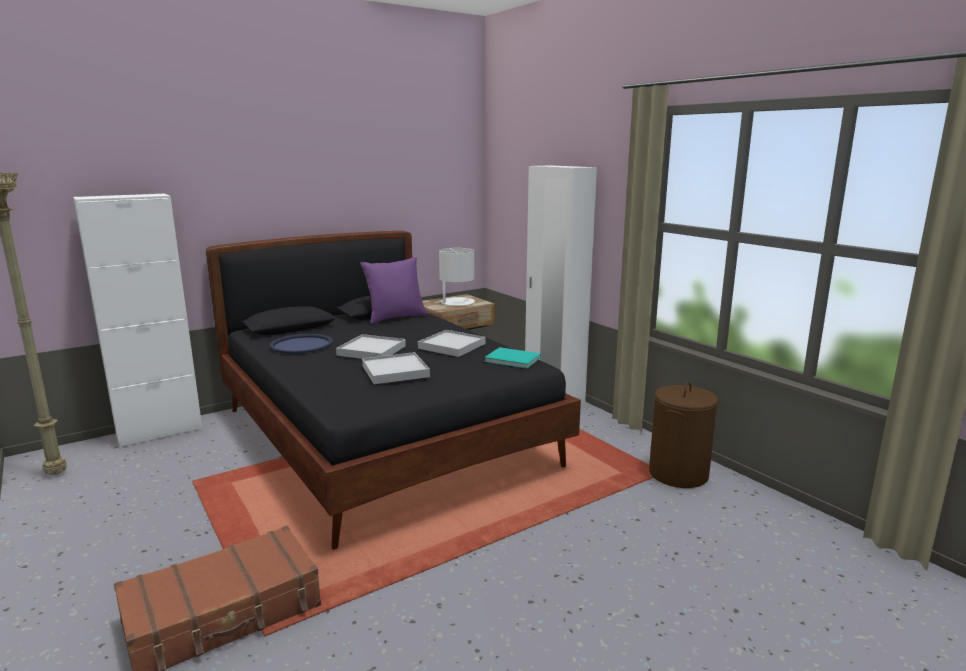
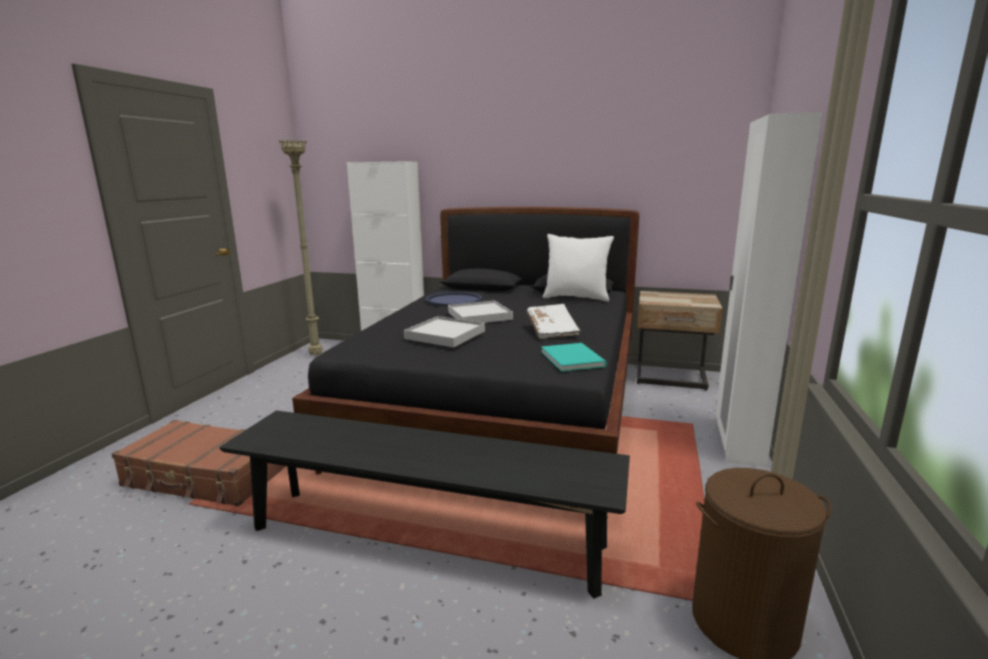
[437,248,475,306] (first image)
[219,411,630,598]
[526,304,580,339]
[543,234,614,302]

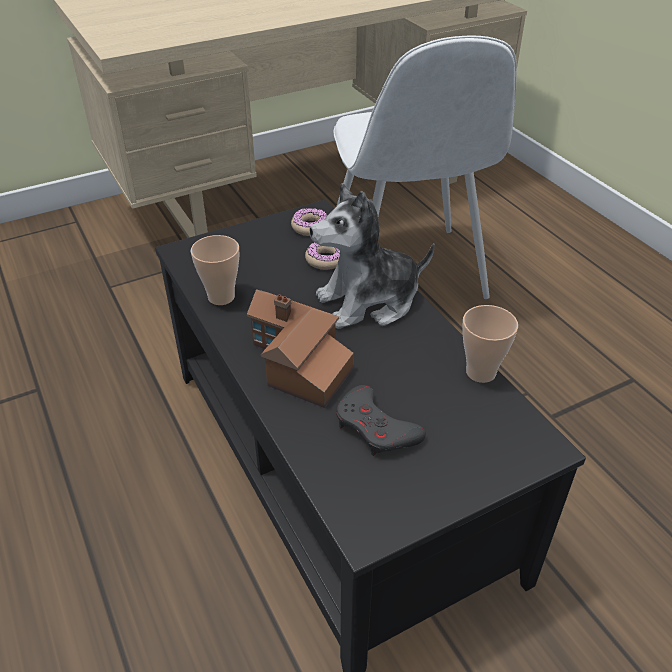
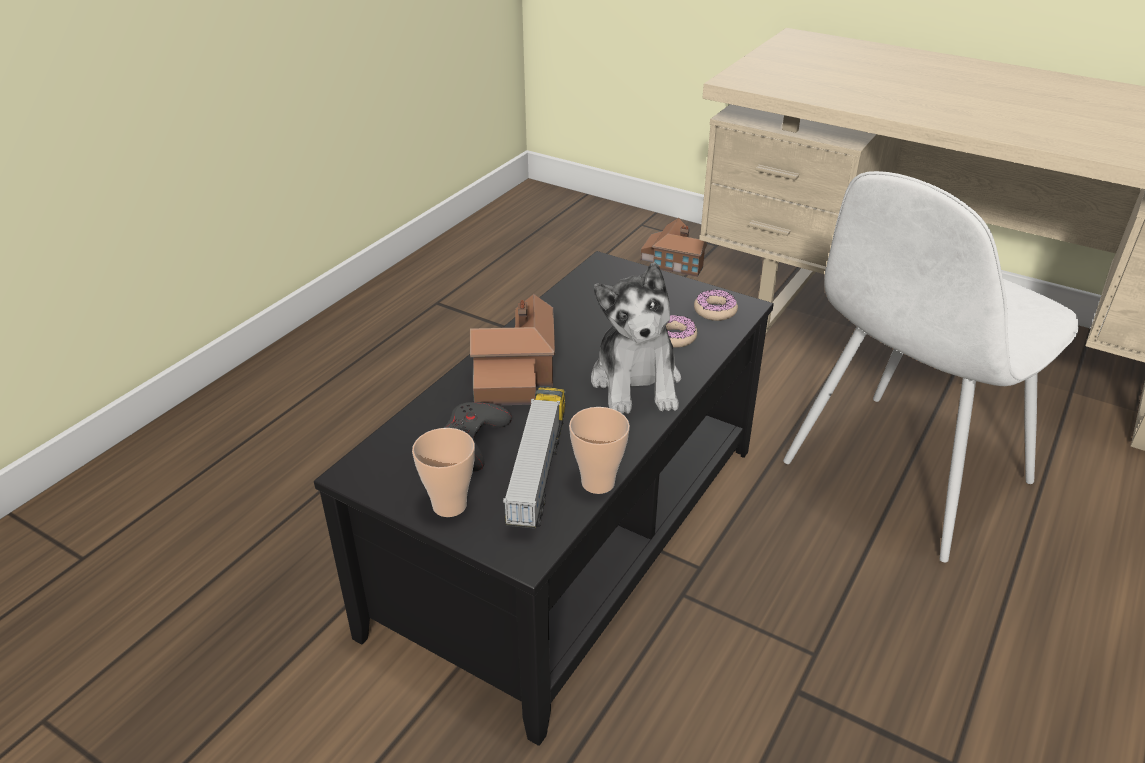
[503,387,565,529]
[640,218,707,277]
[412,428,475,517]
[591,262,681,414]

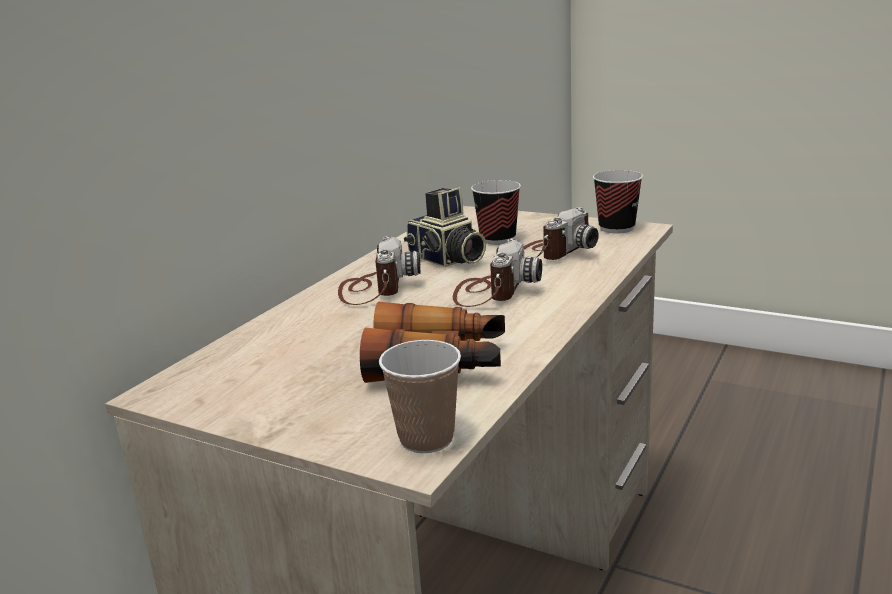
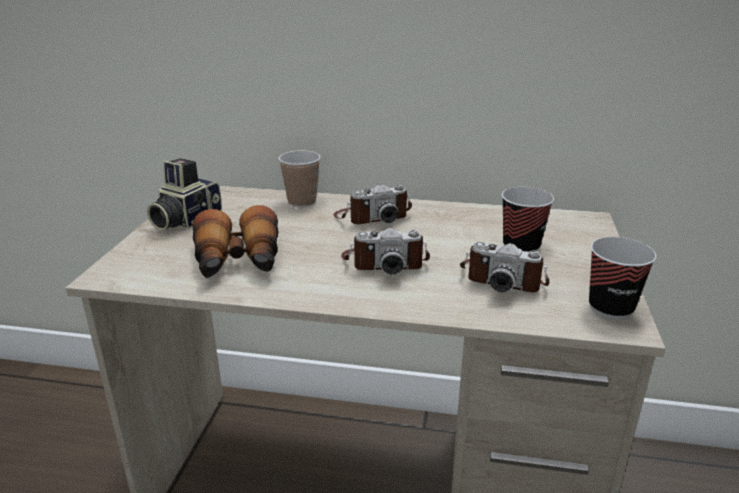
[279,150,321,207]
[147,158,222,230]

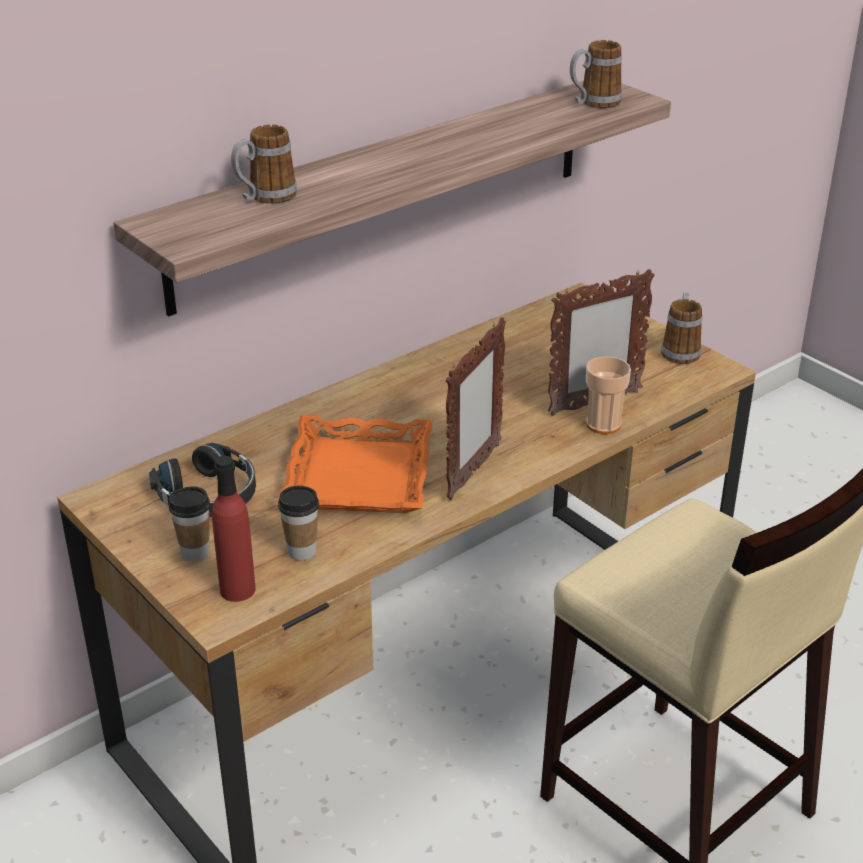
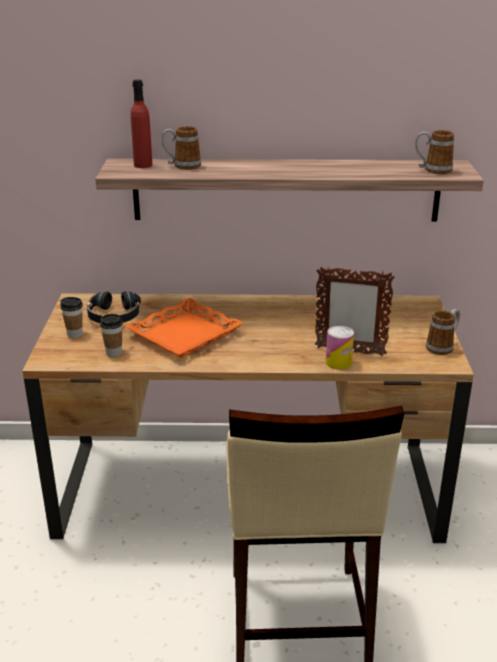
[446,317,506,500] (first image)
[131,80,152,168]
[326,326,354,369]

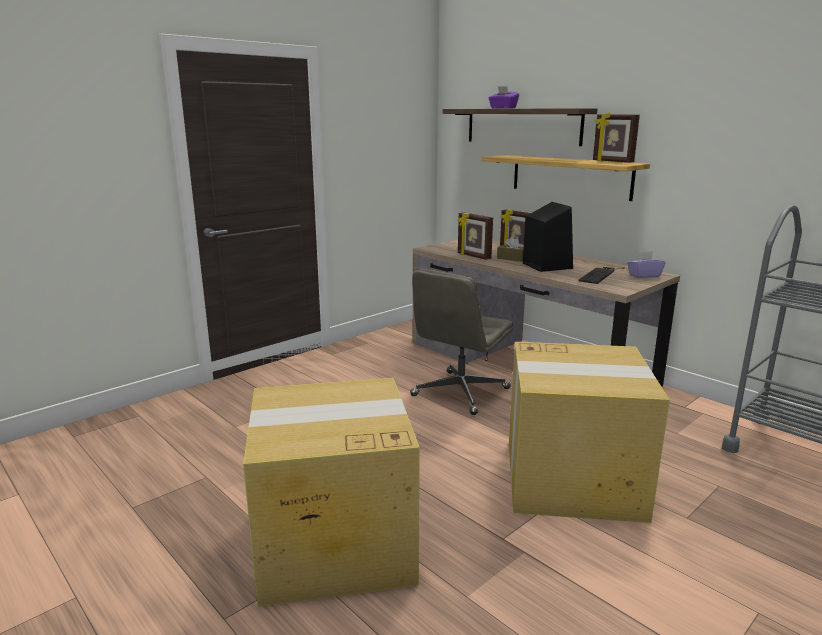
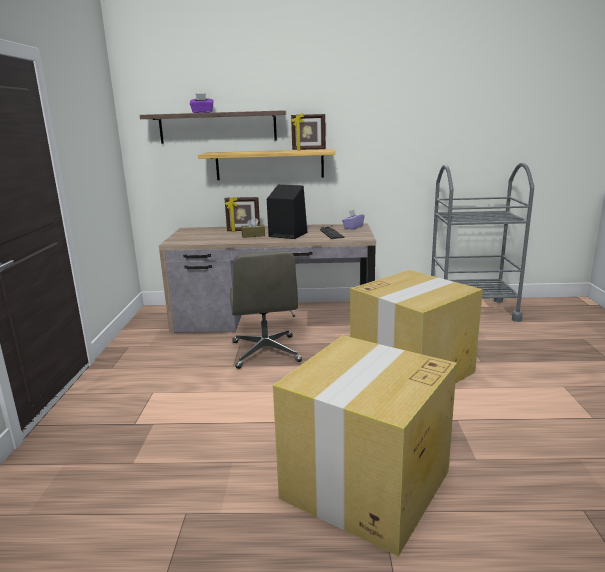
[458,213,493,260] (first image)

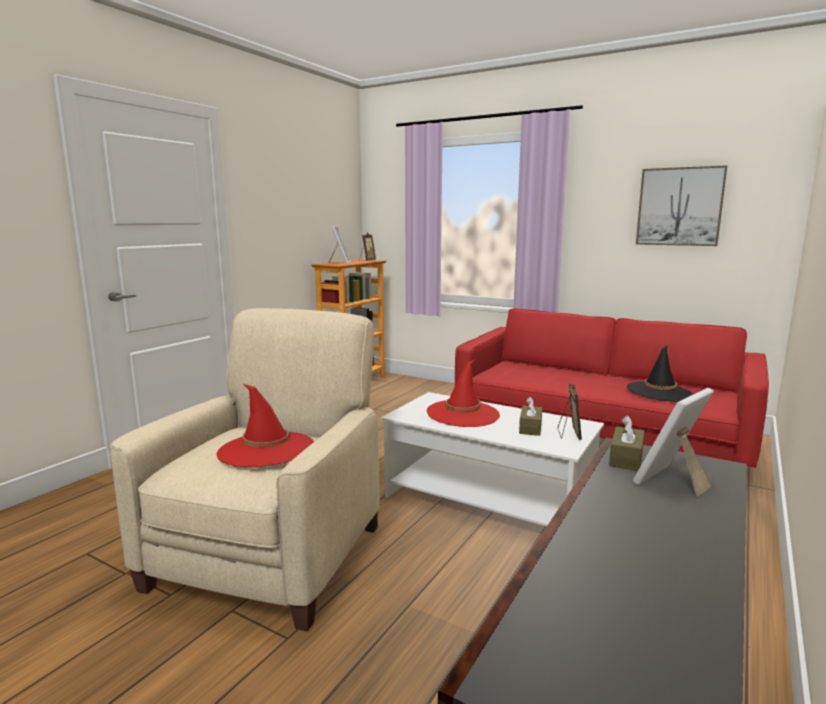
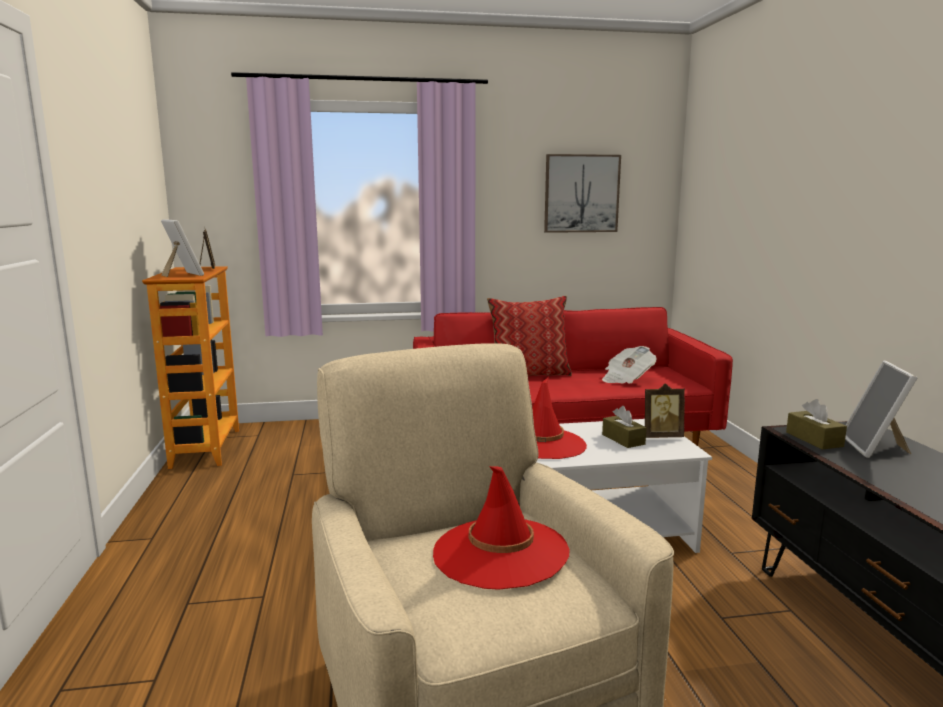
[487,295,572,376]
[602,346,657,384]
[645,383,685,438]

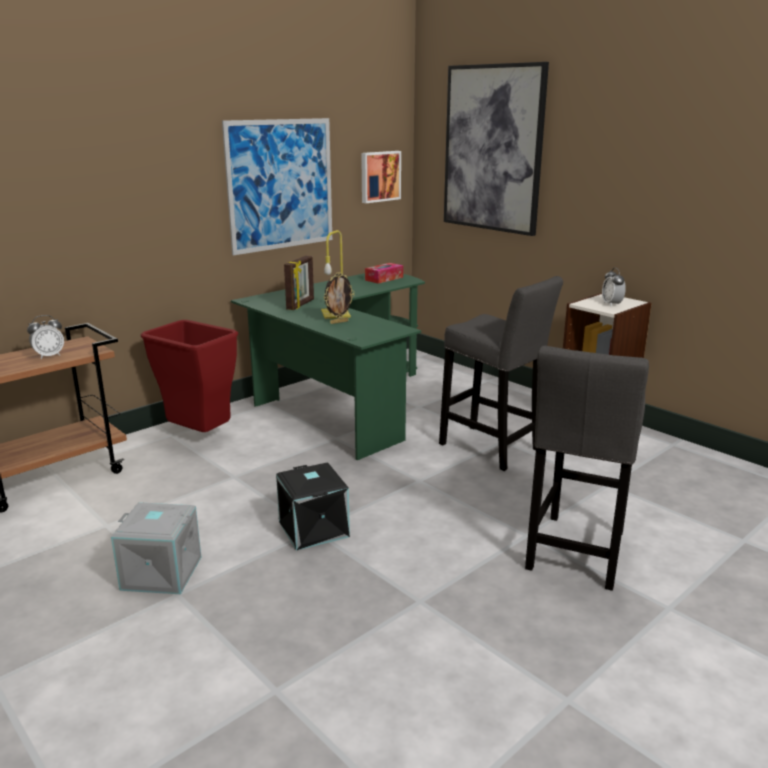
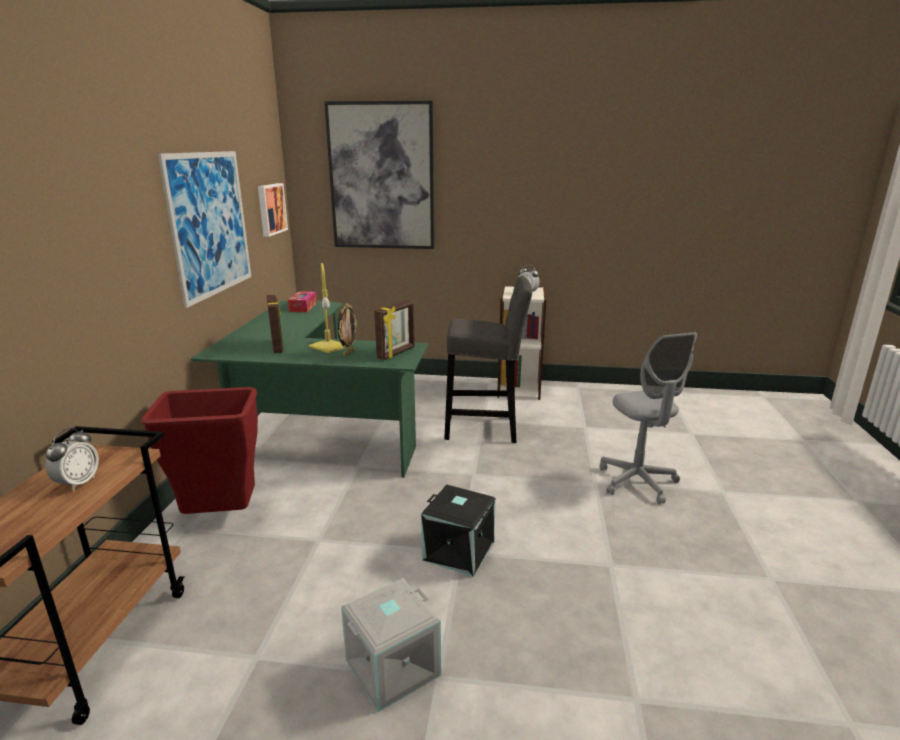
[374,300,415,360]
[600,332,697,504]

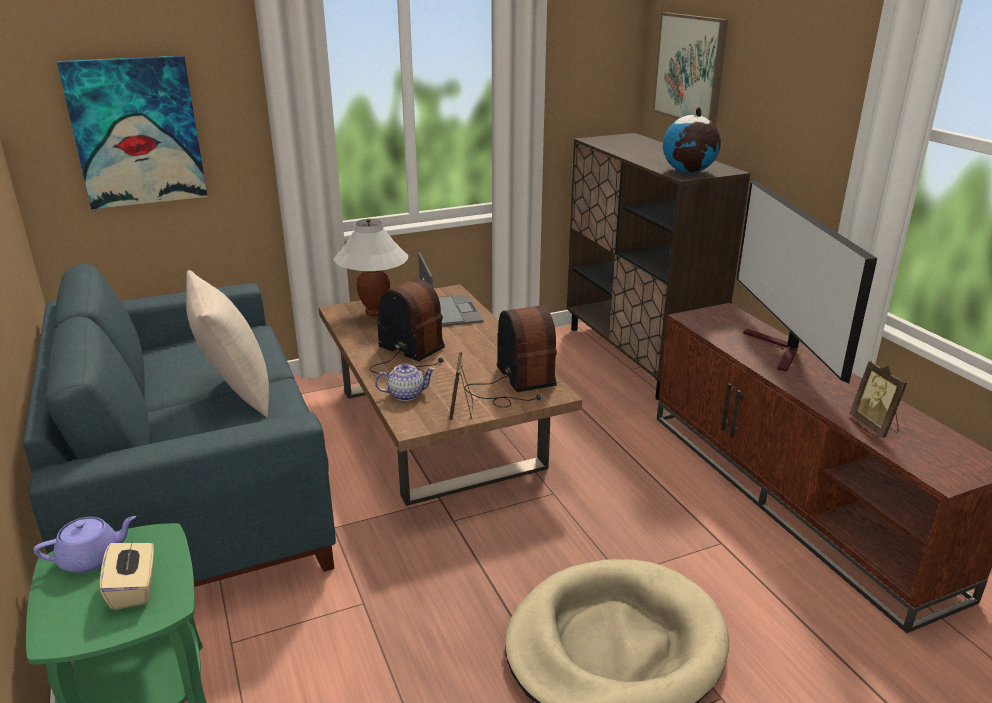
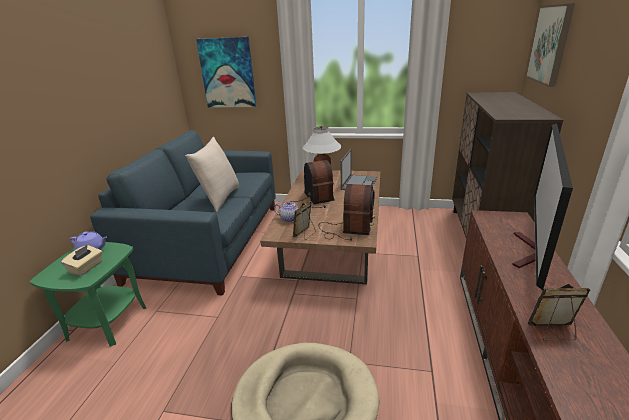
[663,107,721,173] (first image)
[528,284,590,341]

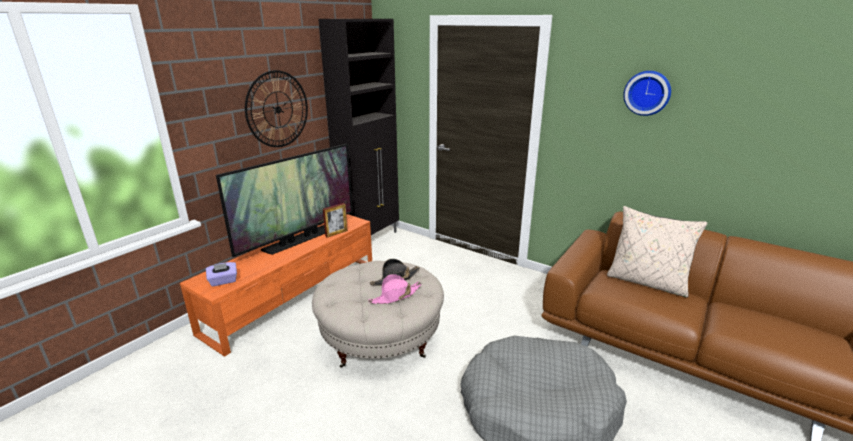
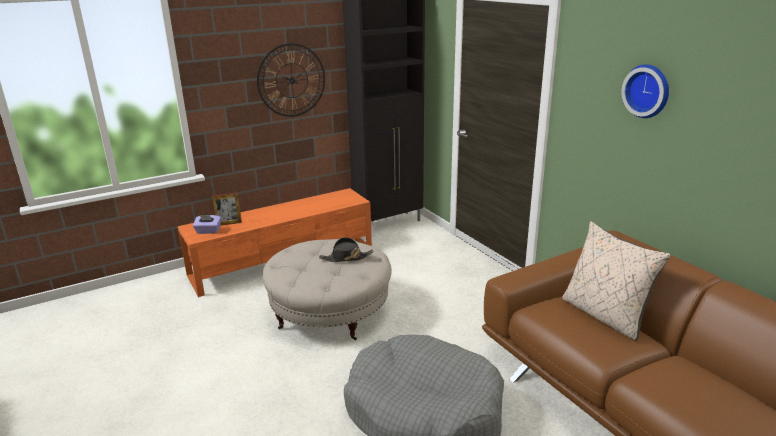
[216,144,353,257] (first image)
[368,274,422,304] (first image)
[212,192,242,226]

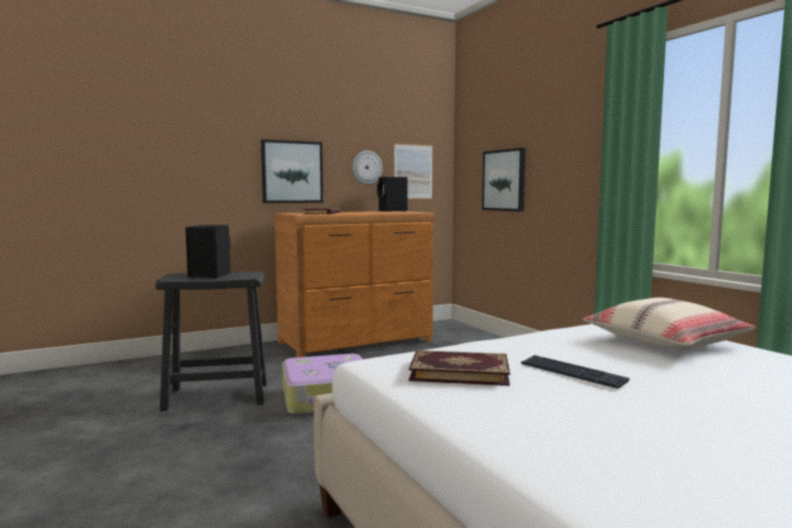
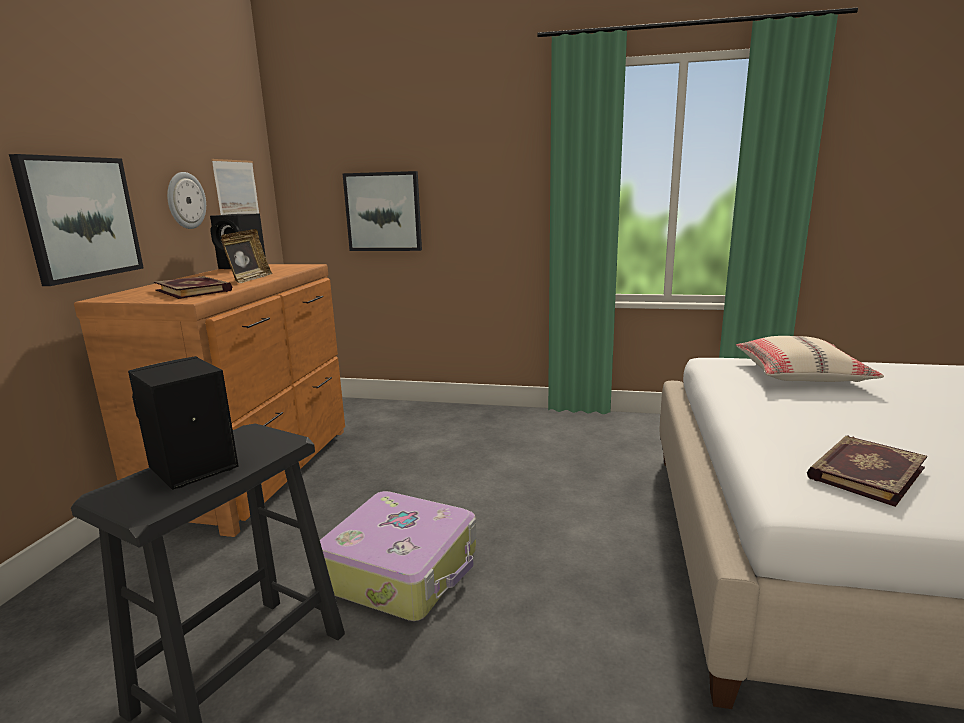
[521,355,629,389] (first image)
[221,229,272,283]

